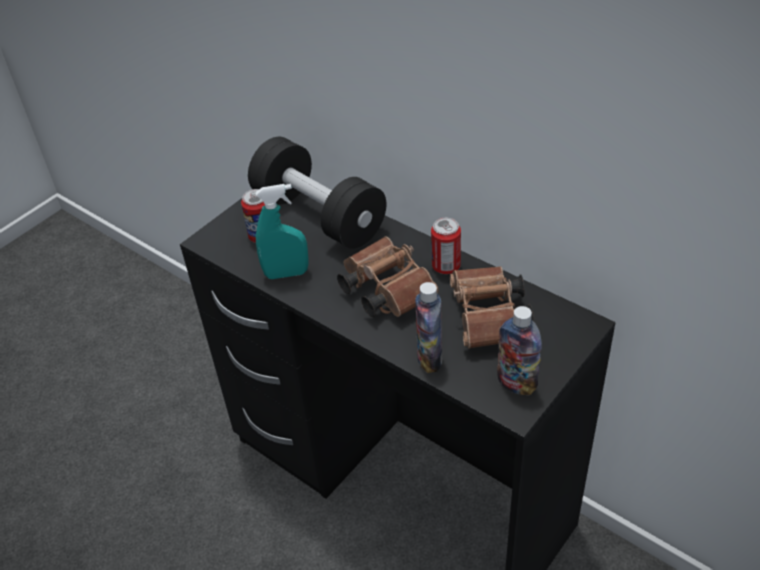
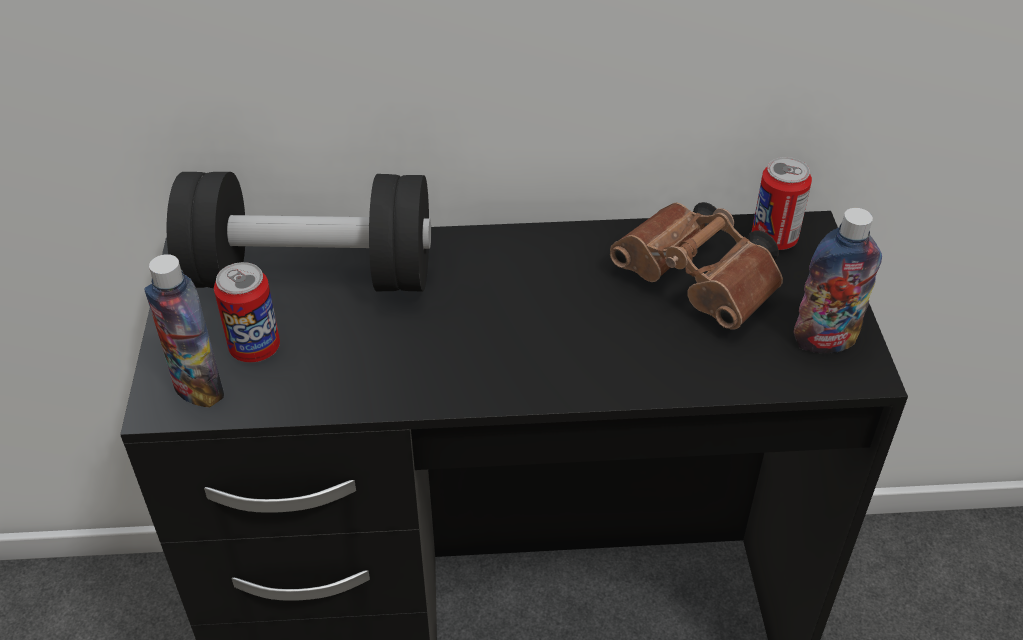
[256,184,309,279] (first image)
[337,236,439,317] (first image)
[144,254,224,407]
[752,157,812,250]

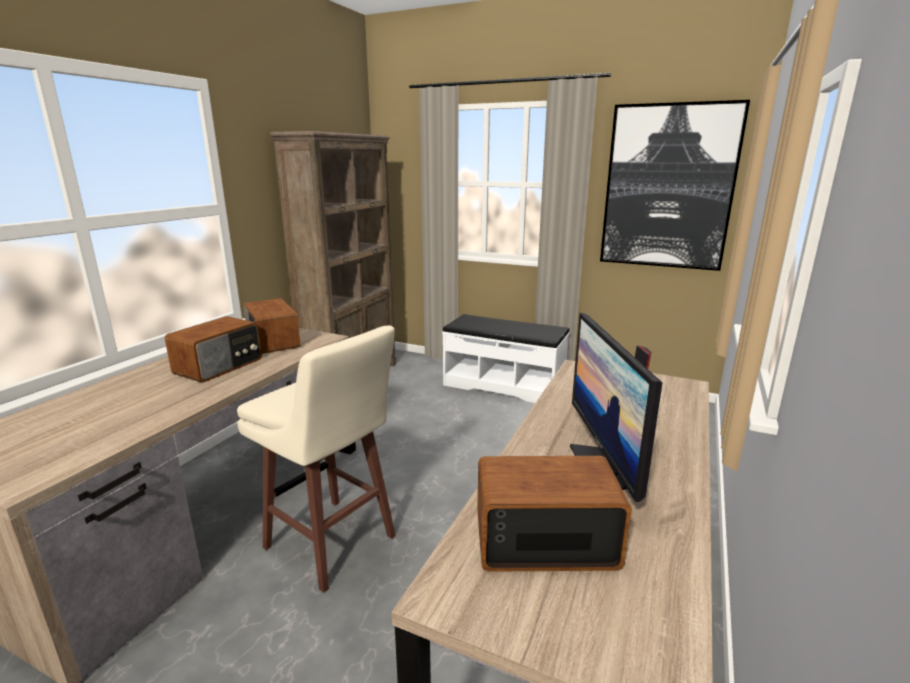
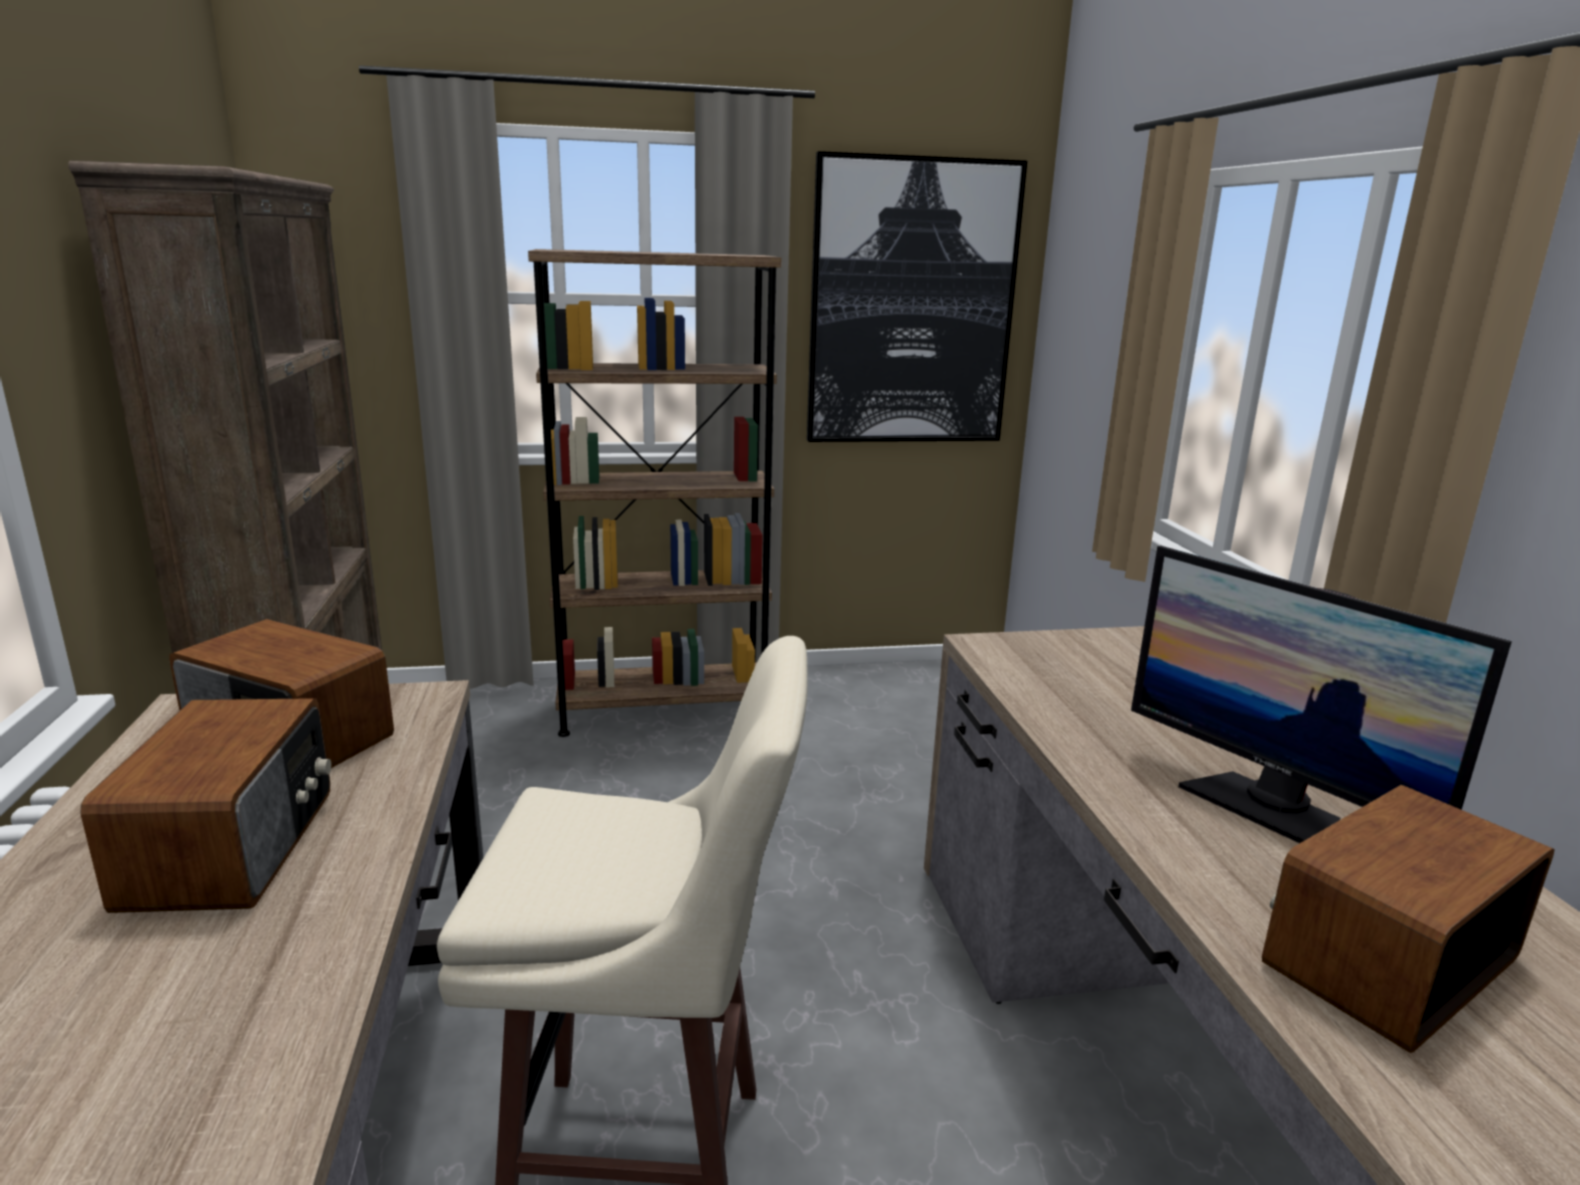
[528,249,782,737]

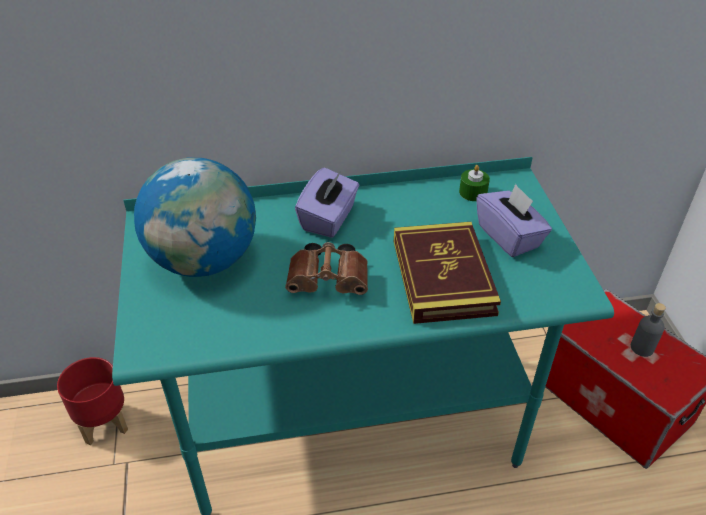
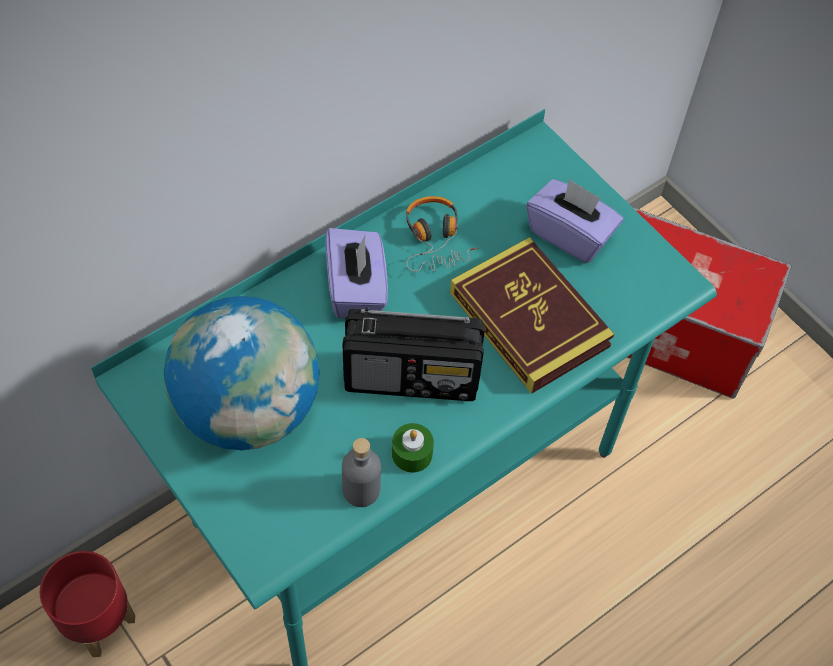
[406,196,479,272]
[392,423,434,473]
[342,438,381,507]
[342,307,485,401]

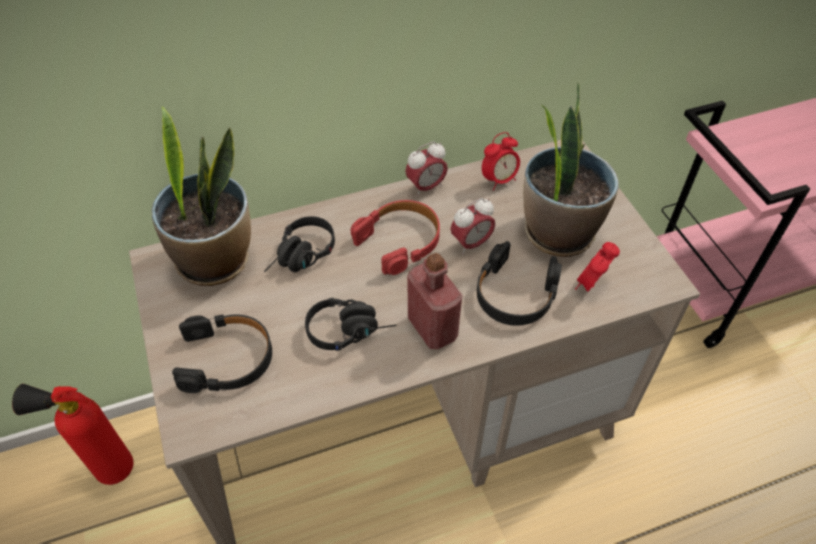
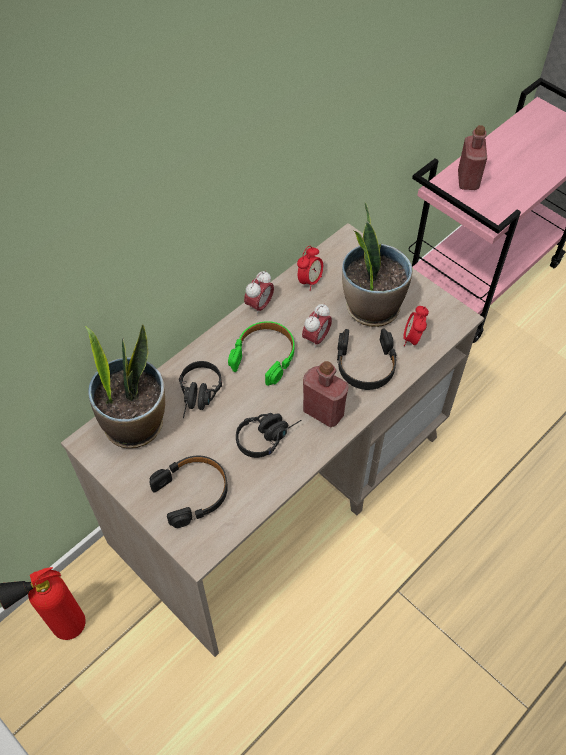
[458,125,487,190]
[228,321,294,386]

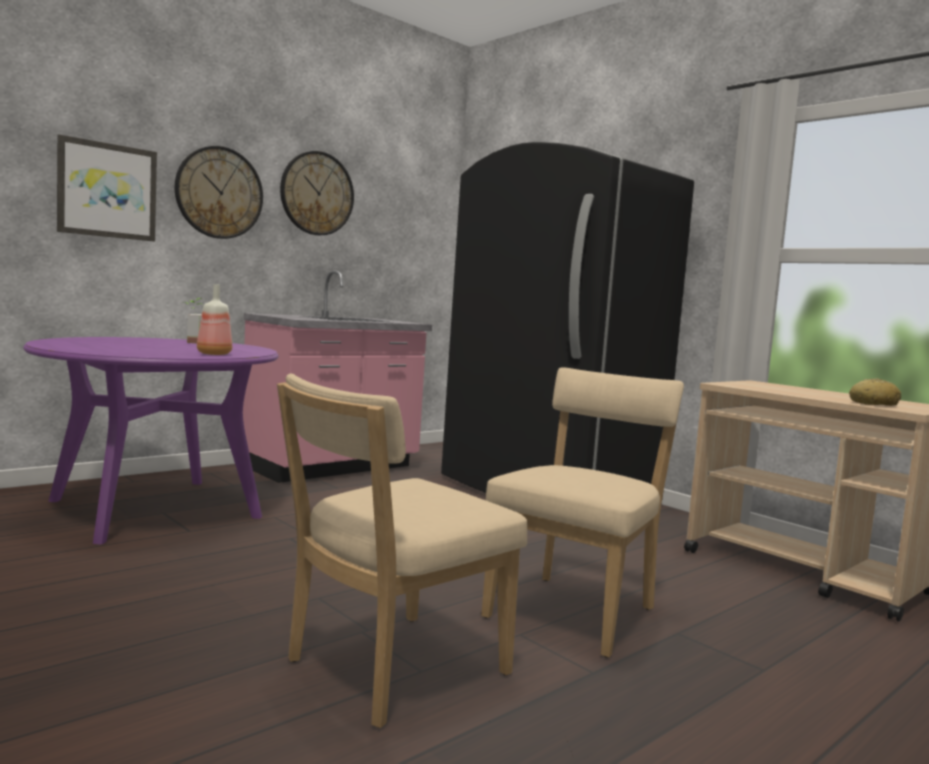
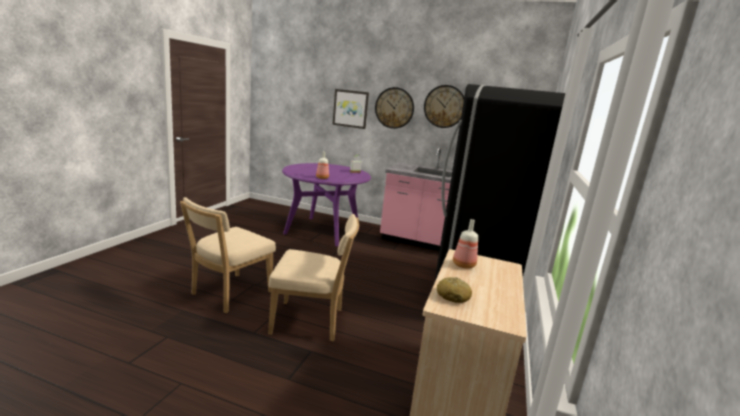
[453,219,478,269]
[180,197,276,313]

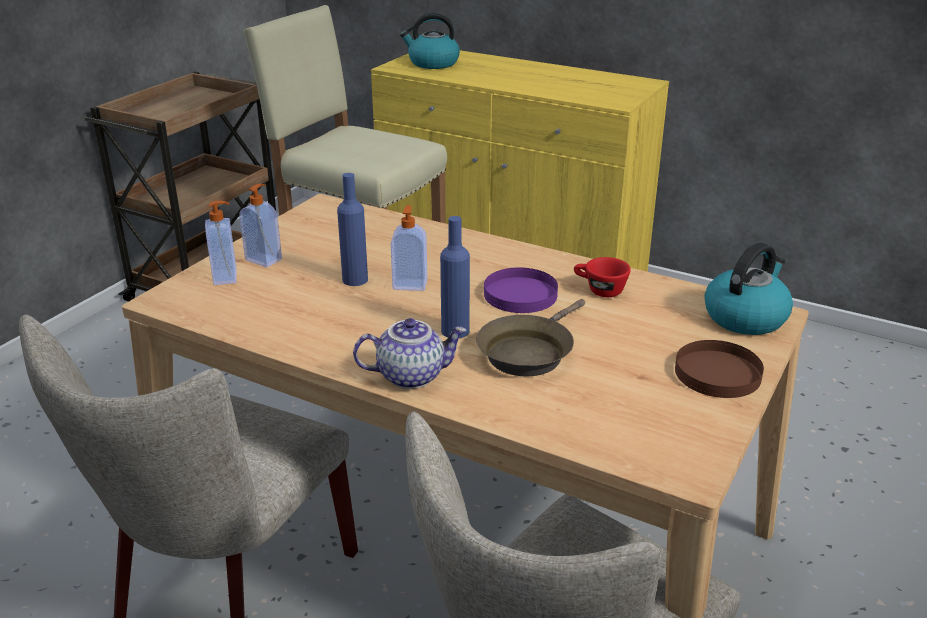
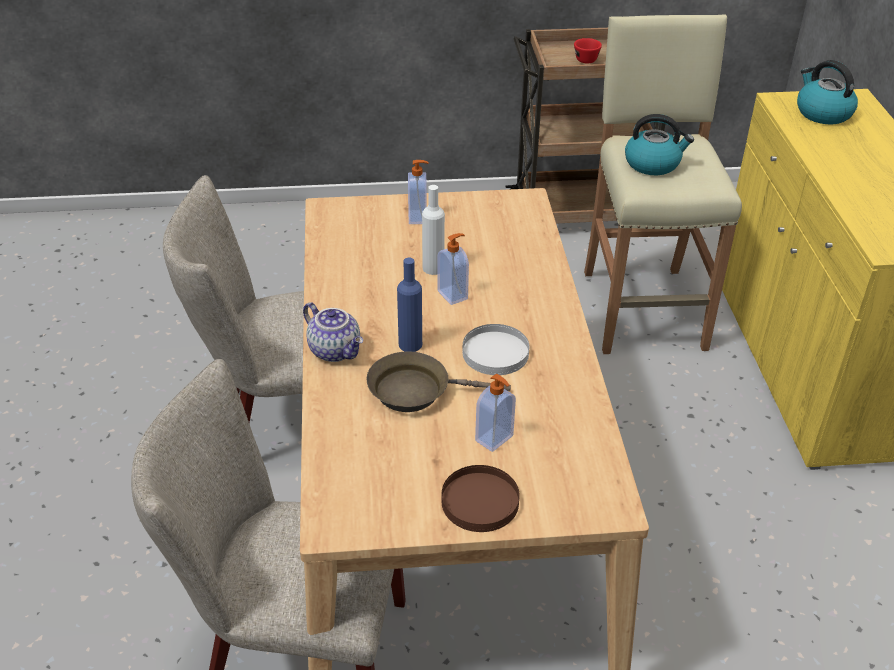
[475,374,516,452]
[574,38,602,63]
[625,114,694,175]
[422,185,445,275]
[462,324,530,375]

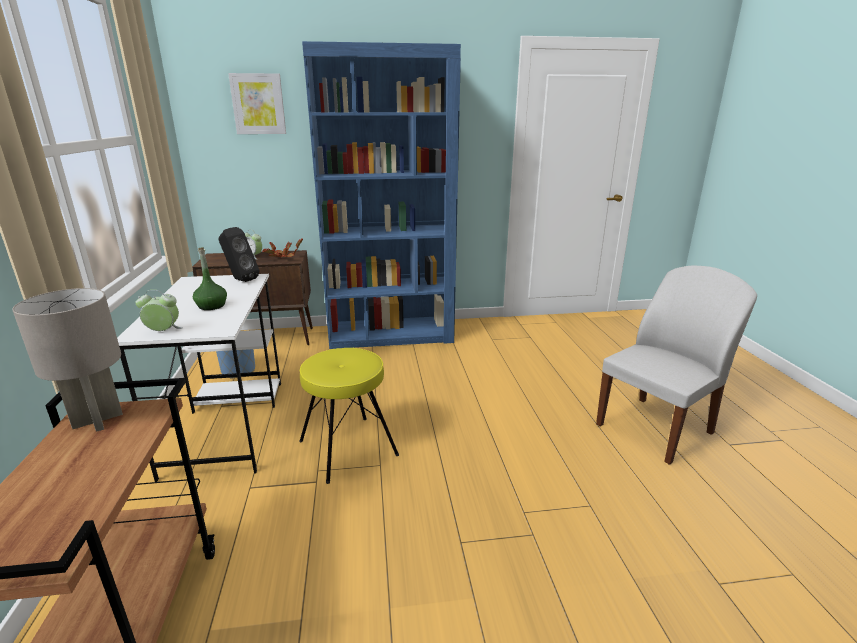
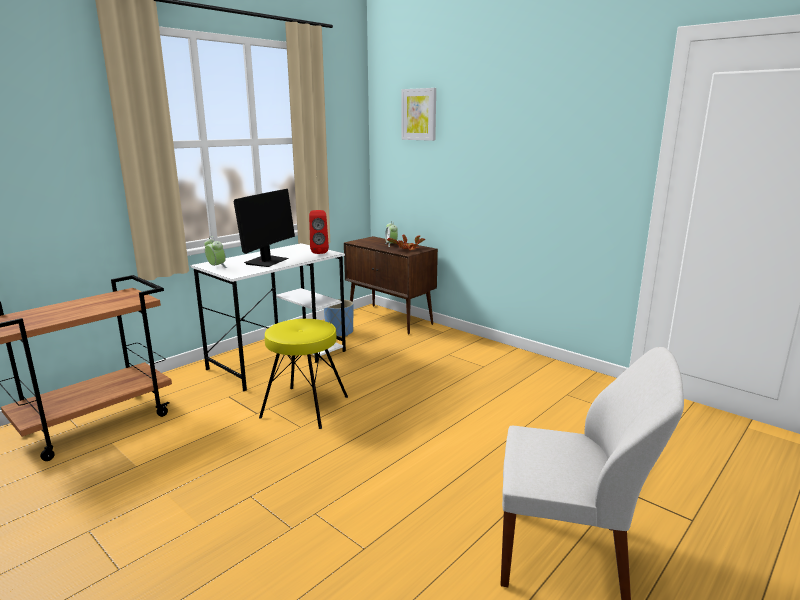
[12,288,123,432] (first image)
[302,41,461,349] (first image)
[234,189,295,267]
[309,210,329,254]

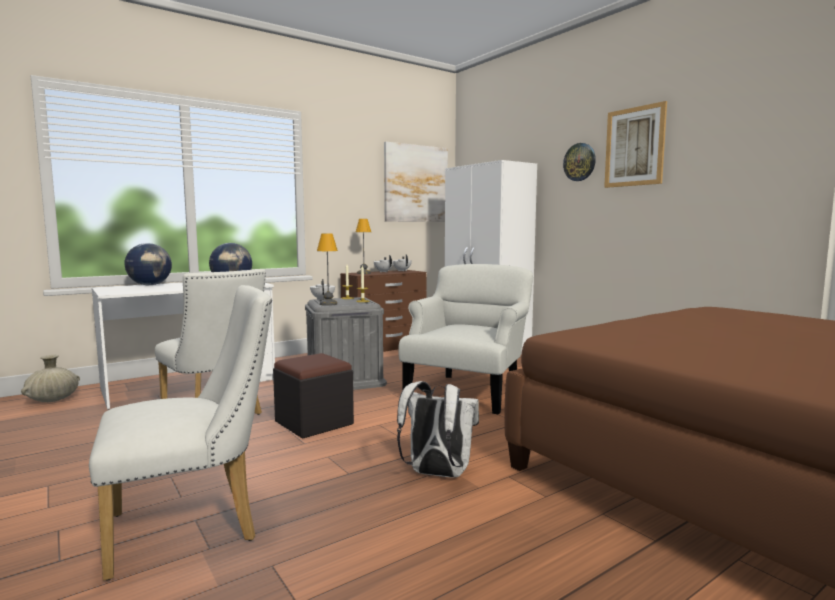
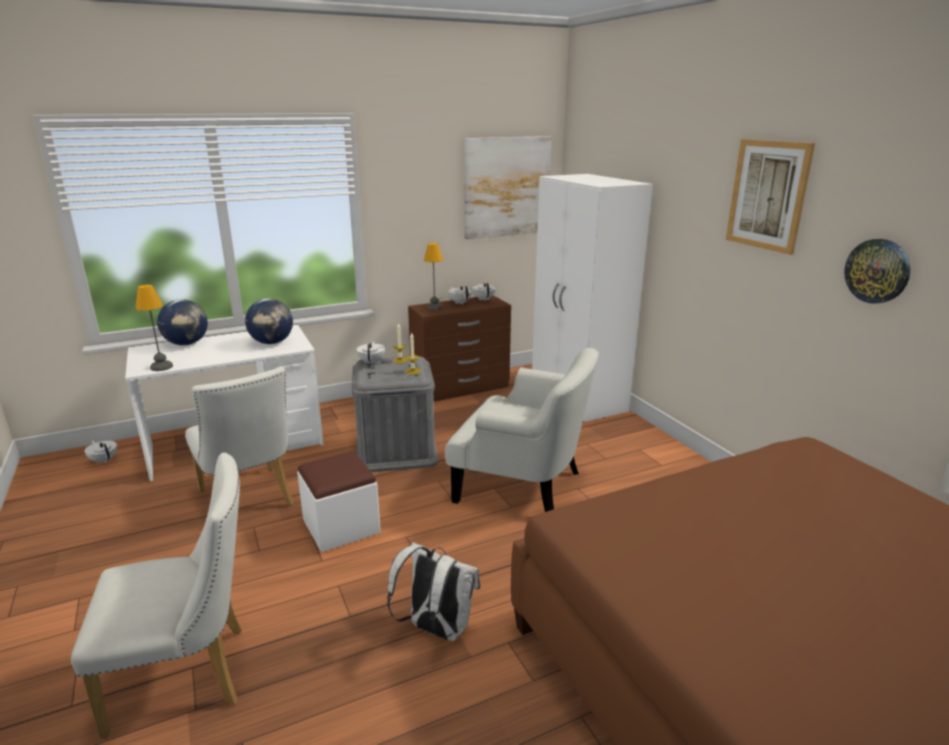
[135,285,173,371]
[844,239,910,304]
[84,440,117,463]
[297,451,381,552]
[445,348,599,512]

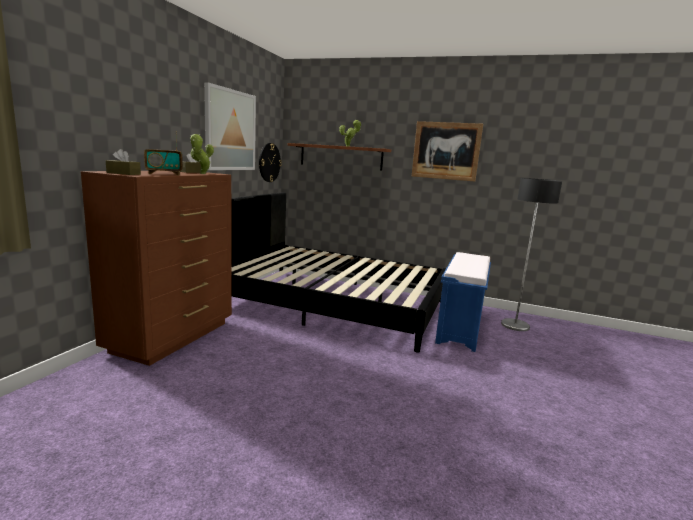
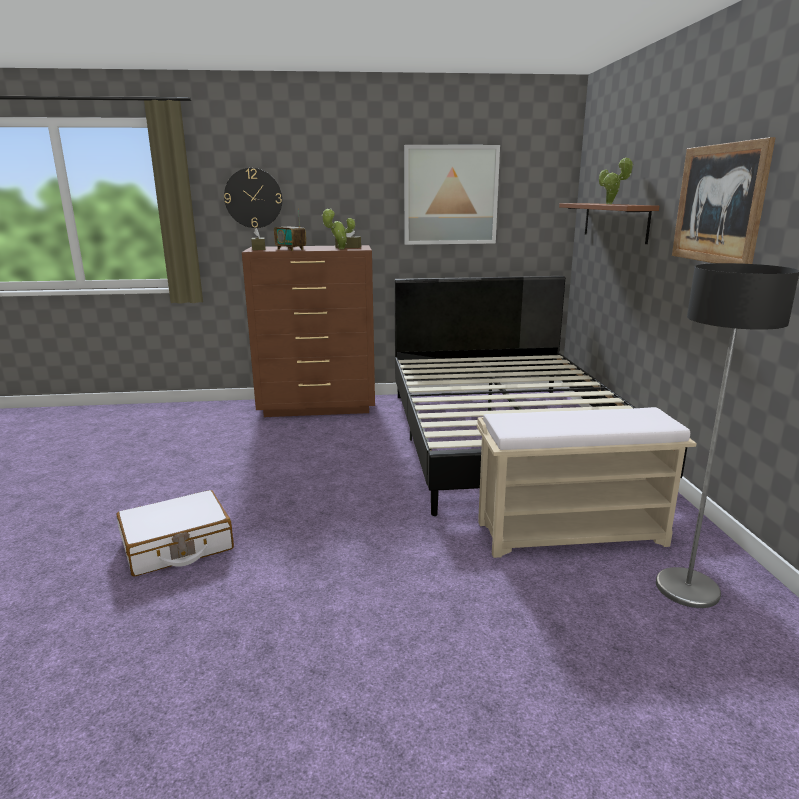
[117,490,234,577]
[224,168,283,228]
[477,407,697,558]

